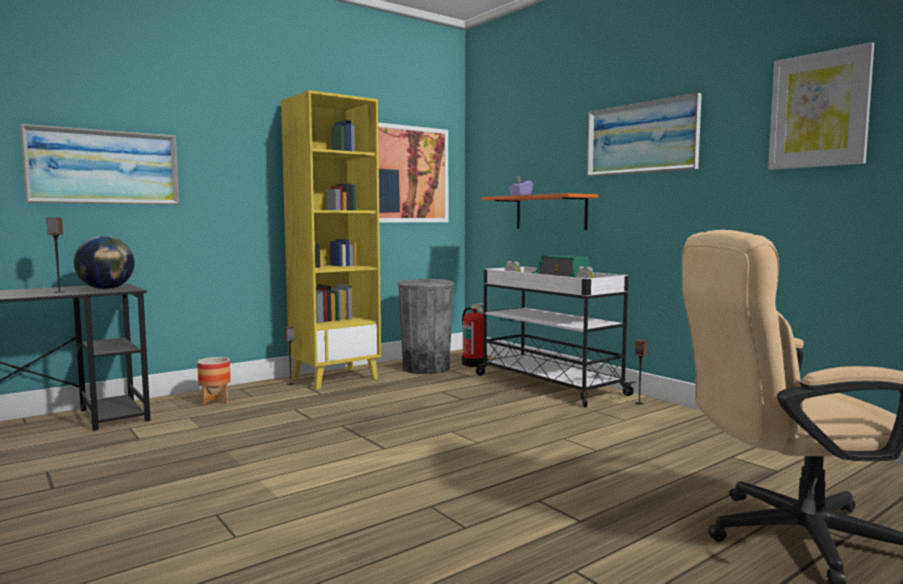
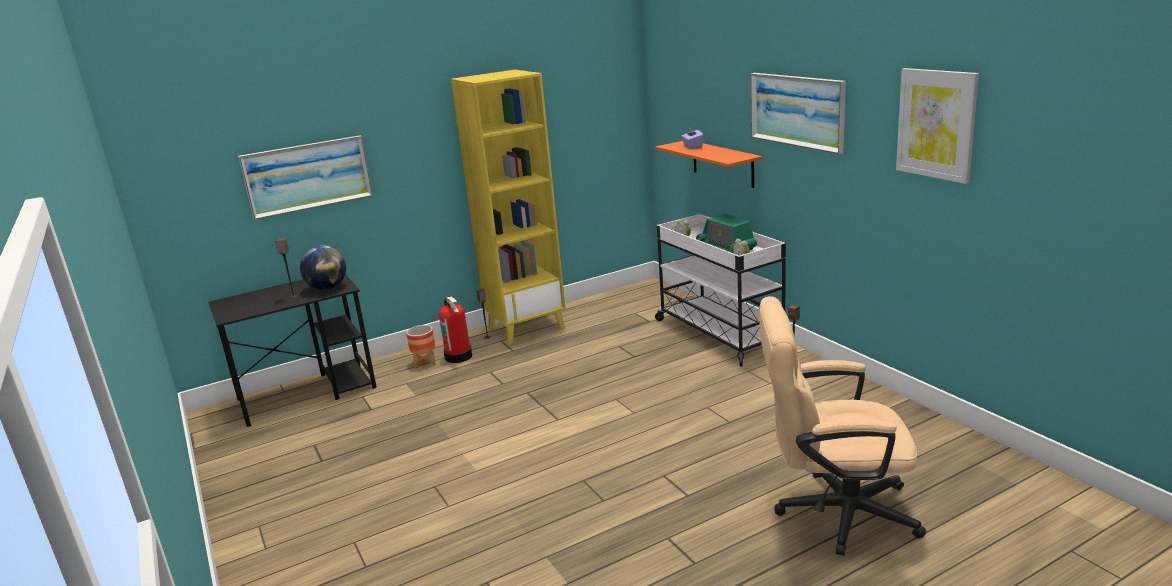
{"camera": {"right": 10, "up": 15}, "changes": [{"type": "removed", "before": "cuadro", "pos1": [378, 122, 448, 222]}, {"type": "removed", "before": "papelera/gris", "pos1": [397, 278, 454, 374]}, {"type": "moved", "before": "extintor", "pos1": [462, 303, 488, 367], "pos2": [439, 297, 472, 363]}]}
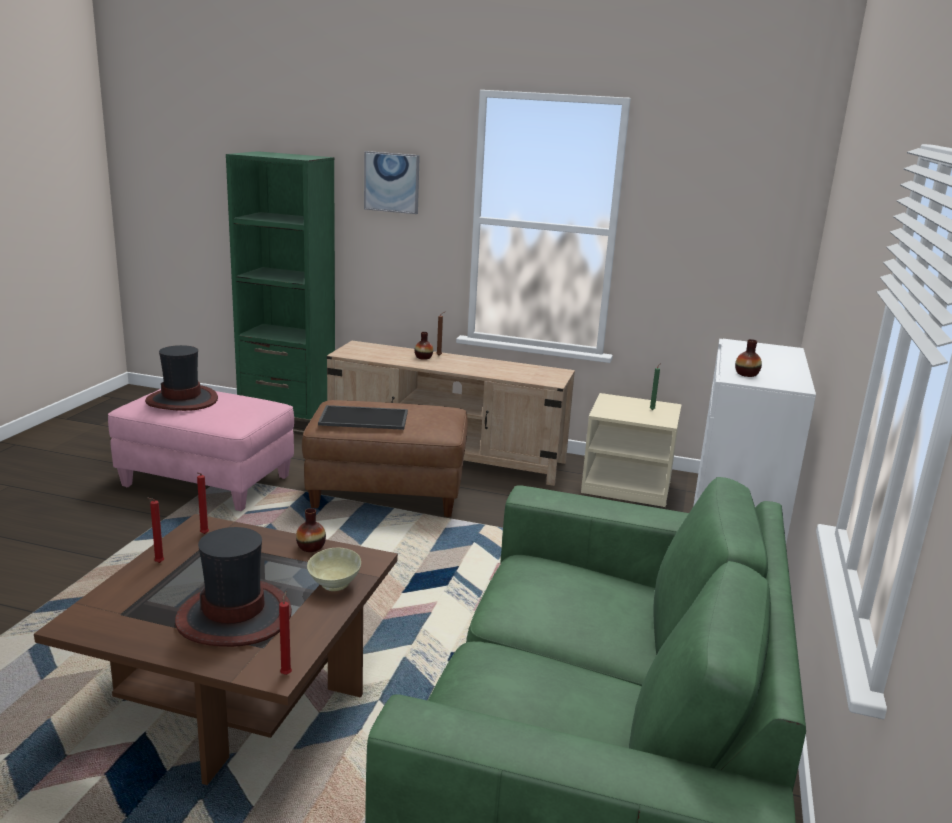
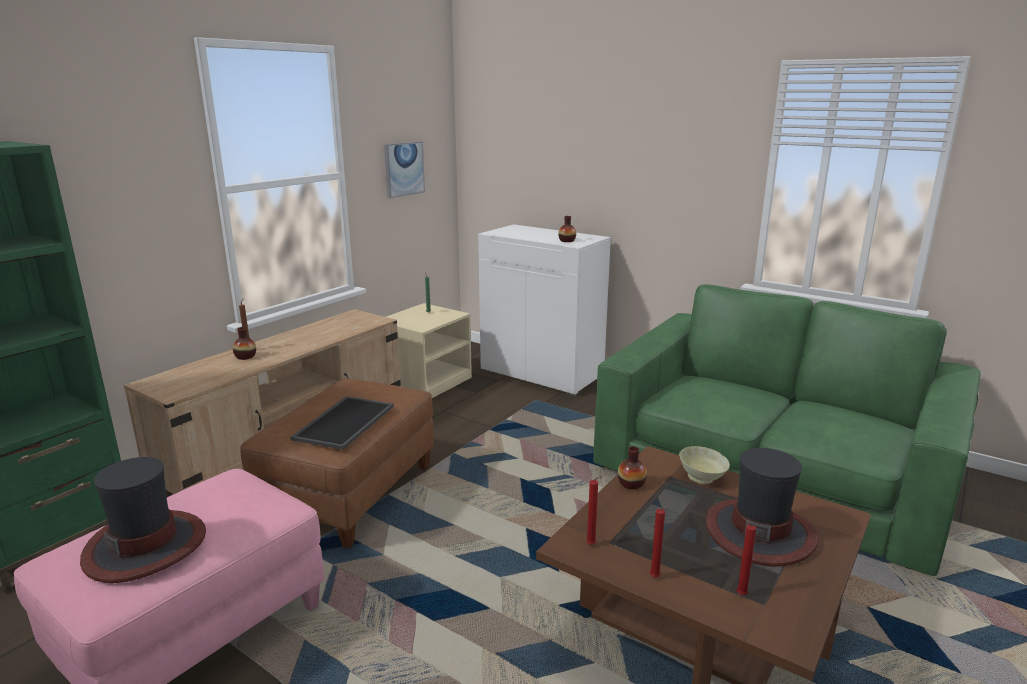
{"camera": {"right": -70, "up": 0}, "changes": [{"type": "moved", "before": "vela/rojo", "pos1": [279, 591, 292, 675], "pos2": [736, 517, 756, 595]}, {"type": "moved", "before": "cuadro", "pos1": [364, 151, 420, 214], "pos2": [384, 141, 425, 198]}]}
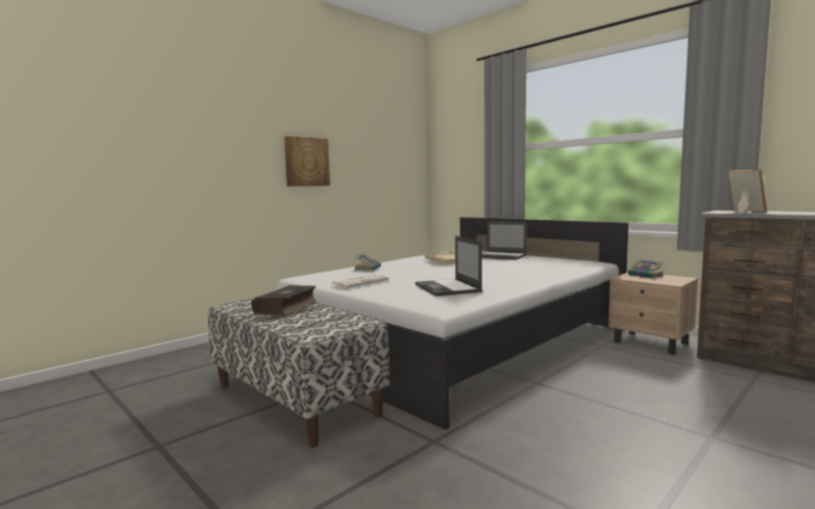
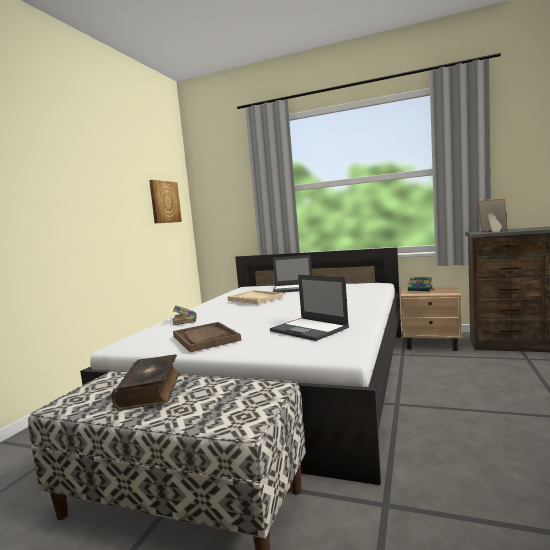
{"camera": {"right": -25, "up": 0}, "changes": [{"type": "moved", "before": "cuadro", "pos1": [284, 136, 330, 186], "pos2": [149, 180, 182, 223]}, {"type": "replaced", "before": "periódico", "after": "bandeja/marrón", "pos1": [331, 275, 389, 288], "pos2": [173, 322, 241, 352]}]}
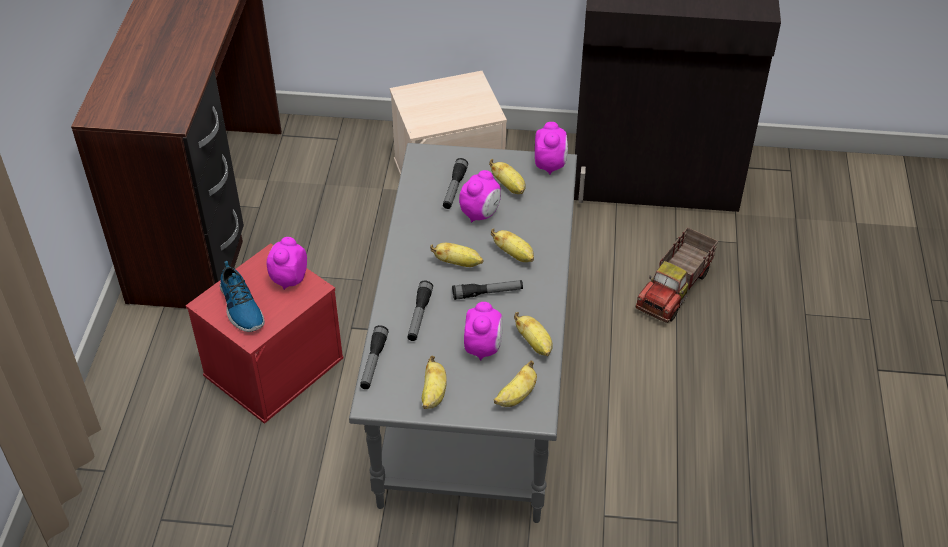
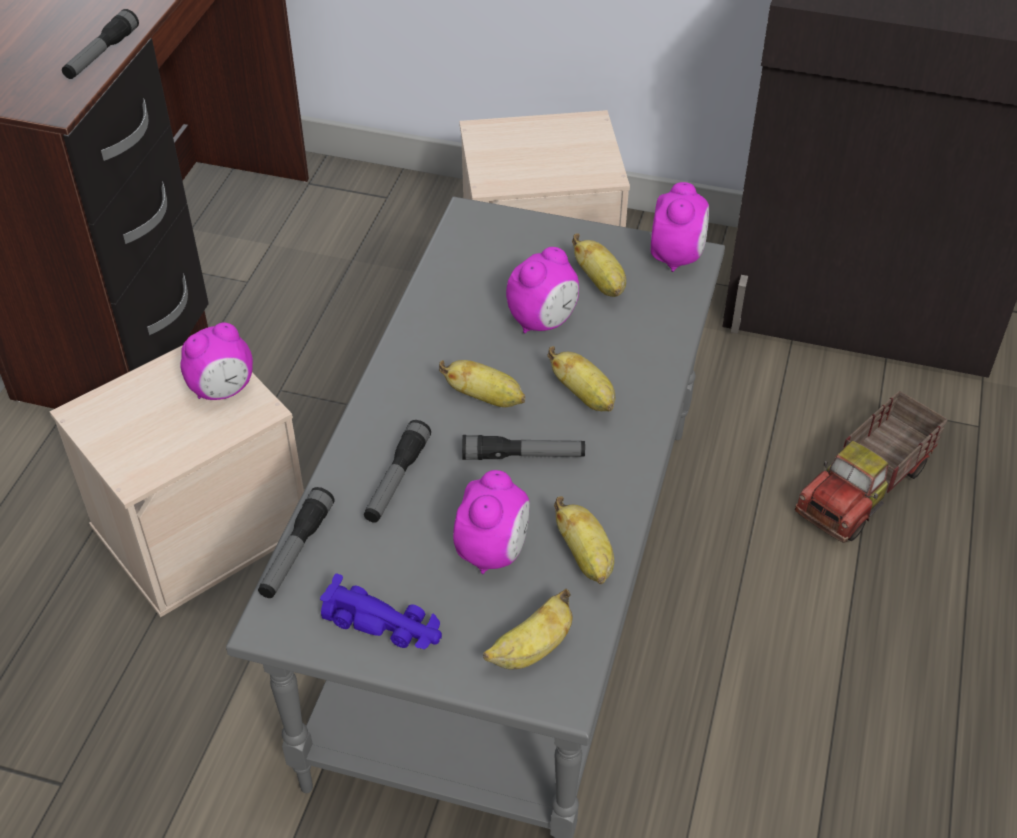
{"camera": {"right": 10, "up": 0}, "changes": [{"type": "recoloured", "before": "caja de almacenaje/rojo", "after": "caja de almacenaje/beis", "pos1": [186, 243, 344, 424], "pos2": [50, 345, 304, 617]}, {"type": "removed", "before": "zapato", "pos1": [220, 261, 265, 332]}, {"type": "turned", "before": "despertador", "pos1": [266, 237, 307, 290], "pos2": [180, 322, 253, 400], "turn": -150}, {"type": "replaced", "before": "plátano", "after": "coche de juguete/morado", "pos1": [422, 356, 447, 409], "pos2": [320, 574, 442, 649]}, {"type": "moved", "before": "linterna", "pos1": [443, 158, 468, 209], "pos2": [62, 9, 139, 79]}]}
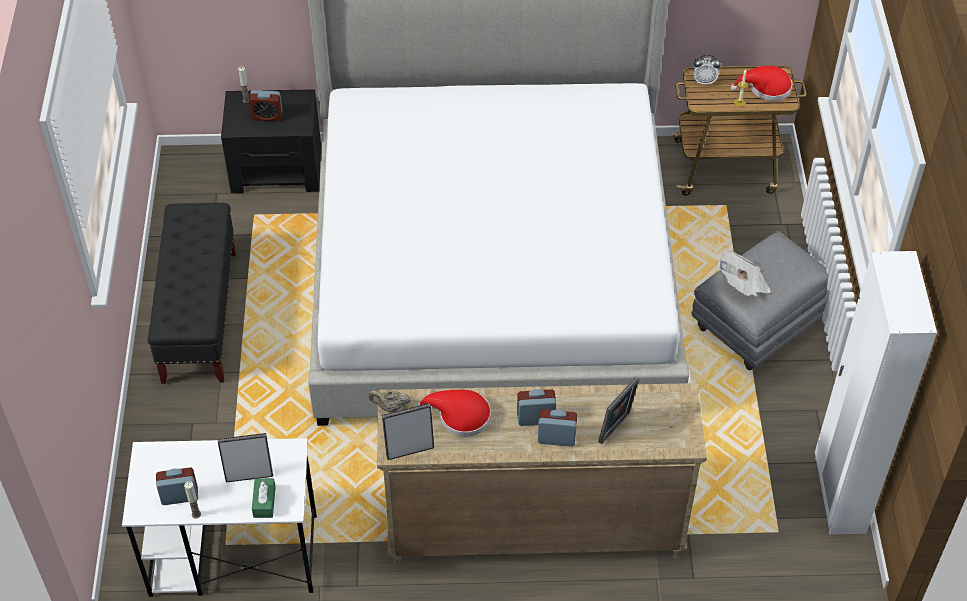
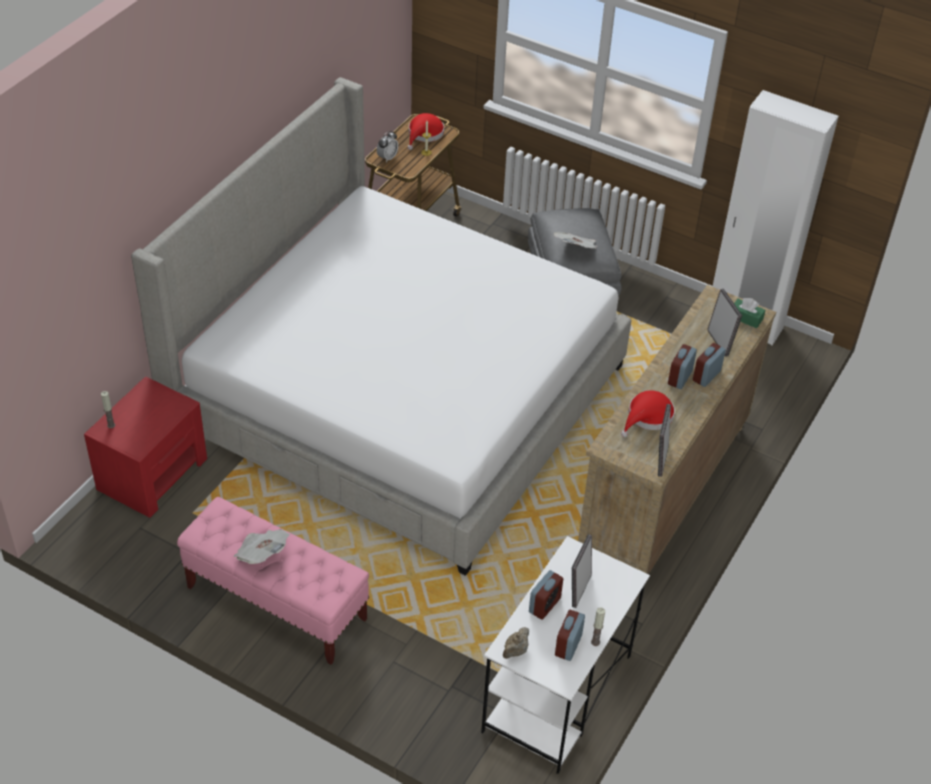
{"camera": {"right": -60, "up": -5}, "changes": [{"type": "recoloured", "before": "banco/negro", "after": "banco/rosa", "pos1": [147, 203, 236, 384], "pos2": [177, 497, 369, 665]}, {"type": "recoloured", "before": "mesita de noche/negro", "after": "mesita de noche/rojo", "pos1": [221, 89, 321, 193], "pos2": [84, 376, 207, 518]}, {"type": "moved", "before": "despertador", "pos1": [249, 90, 283, 121], "pos2": [529, 570, 564, 620]}, {"type": "moved", "before": "caja de pañuelos/verde", "pos1": [252, 478, 276, 518], "pos2": [734, 298, 765, 328]}, {"type": "moved", "before": "tetera/beis", "pos1": [368, 390, 411, 413], "pos2": [503, 627, 529, 659]}, {"type": "added", "after": "periódico", "pos2": [233, 529, 290, 564]}]}
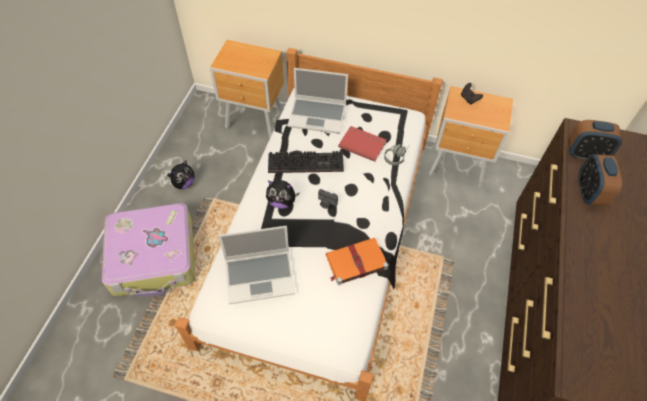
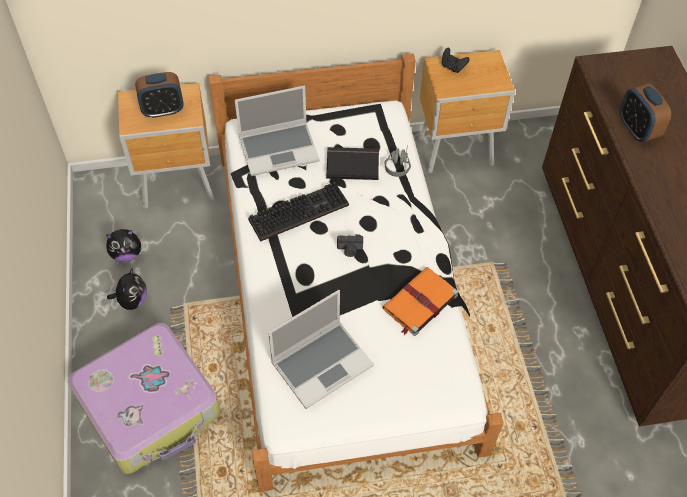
{"camera": {"right": -25, "up": 0}, "changes": [{"type": "moved", "before": "peluche", "pos1": [266, 180, 300, 209], "pos2": [106, 229, 143, 262]}, {"type": "recoloured", "before": "libro/rojo", "after": "libro/negro", "pos1": [338, 126, 387, 162], "pos2": [326, 147, 379, 180]}, {"type": "moved", "before": "despertador", "pos1": [569, 120, 622, 160], "pos2": [135, 72, 184, 118]}]}
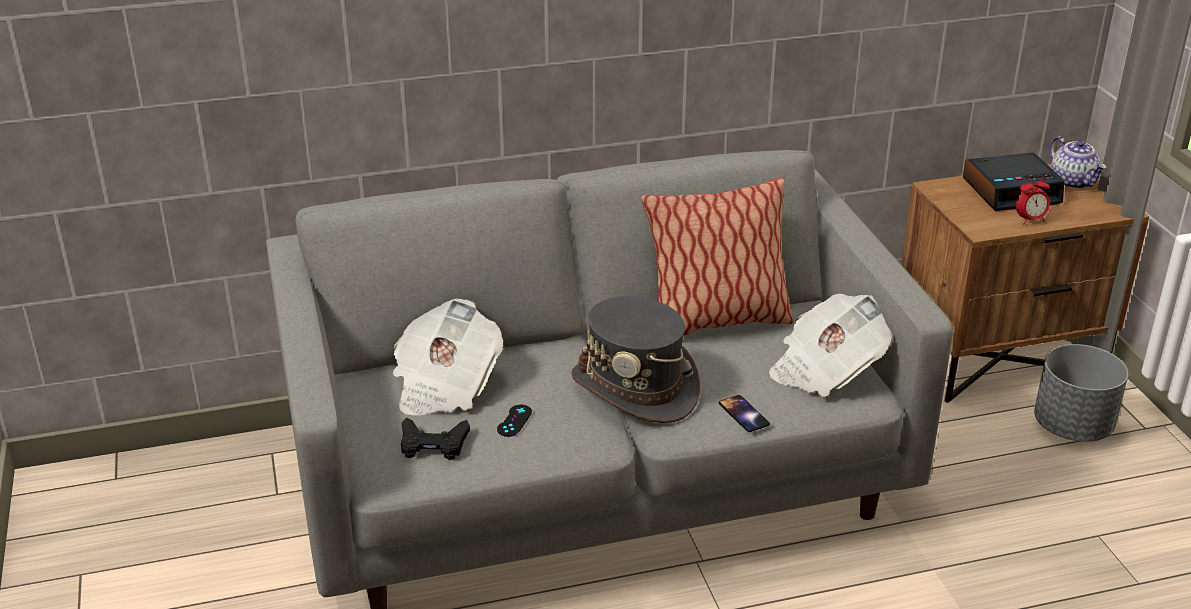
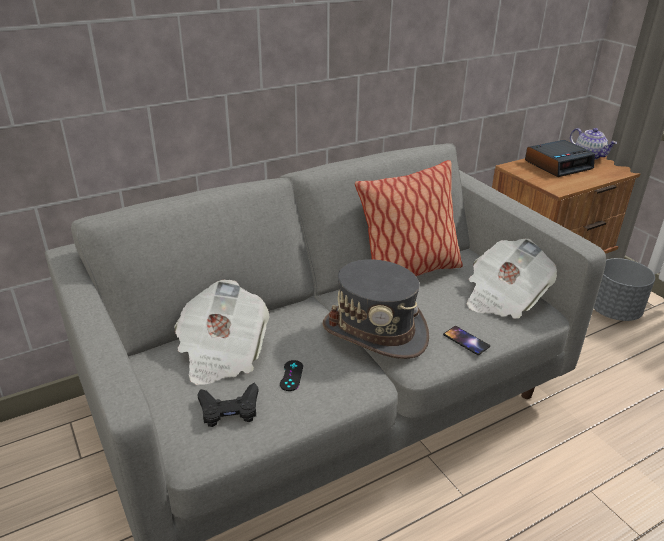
{"camera": {"right": -15, "up": 0}, "changes": [{"type": "removed", "before": "despertador", "pos1": [1016, 175, 1050, 224]}]}
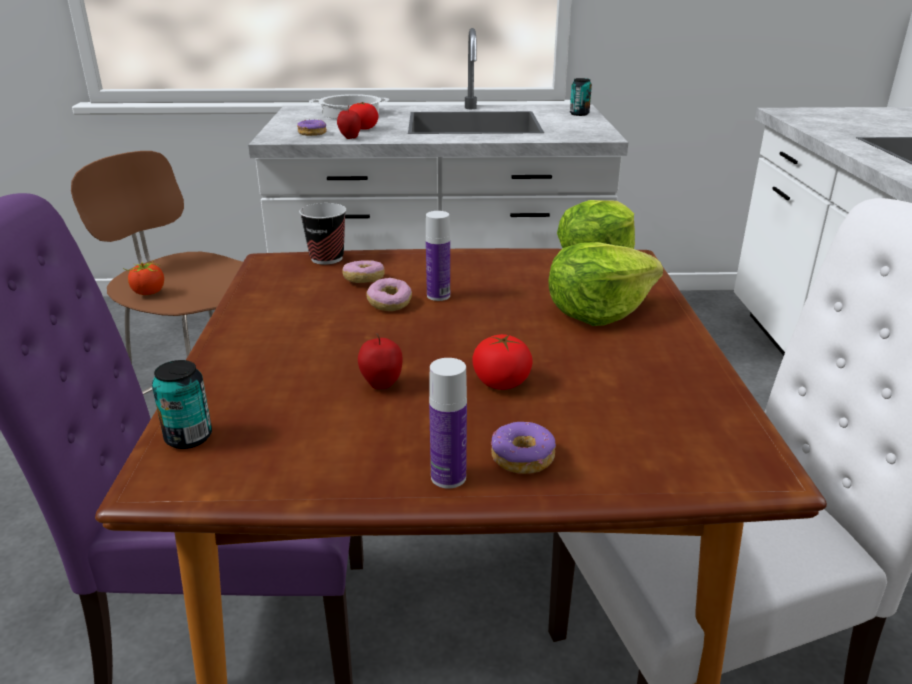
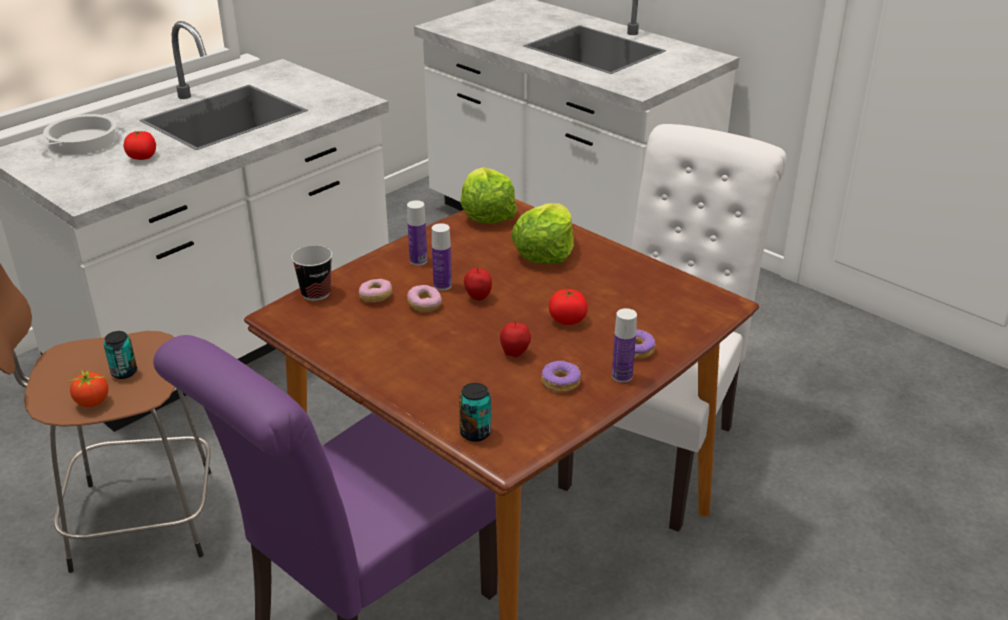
{"camera": {"right": -45, "up": 5}, "changes": [{"type": "moved", "before": "rosquilla", "pos1": [297, 119, 327, 136], "pos2": [541, 360, 581, 392]}, {"type": "moved", "before": "manzana", "pos1": [337, 106, 361, 139], "pos2": [464, 265, 492, 301]}, {"type": "moved", "before": "lata", "pos1": [570, 78, 592, 116], "pos2": [104, 331, 137, 379]}, {"type": "added", "after": "botella", "pos2": [407, 200, 427, 266]}]}
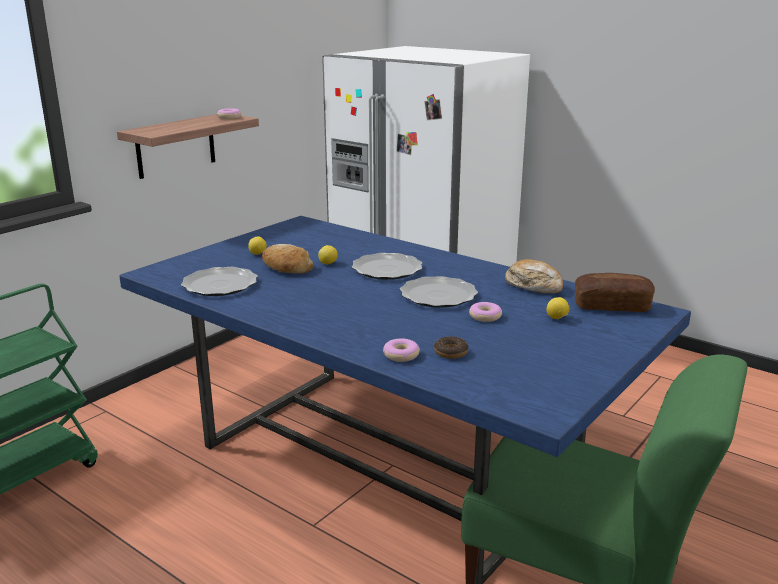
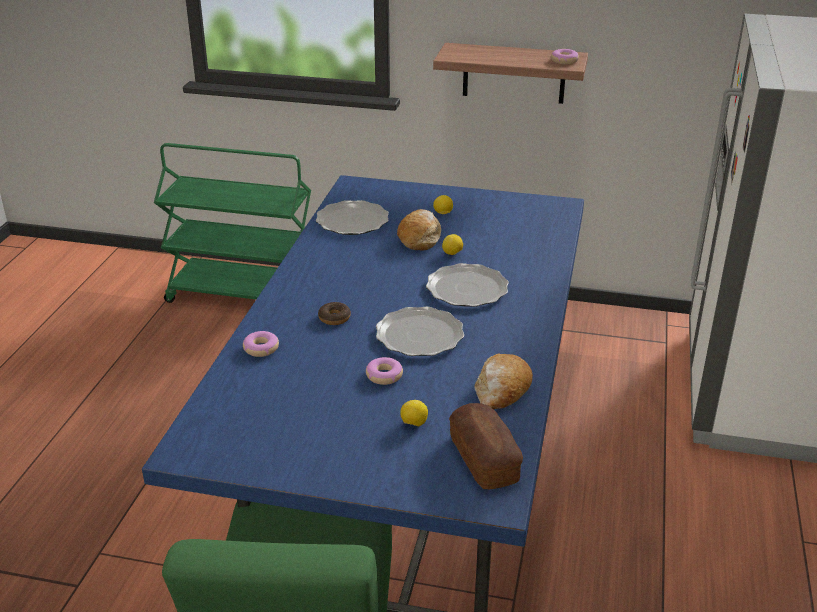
{"camera": {"right": 65, "up": 10}, "changes": [{"type": "moved", "before": "rosquilla", "pos1": [434, 337, 468, 359], "pos2": [318, 302, 351, 325]}]}
